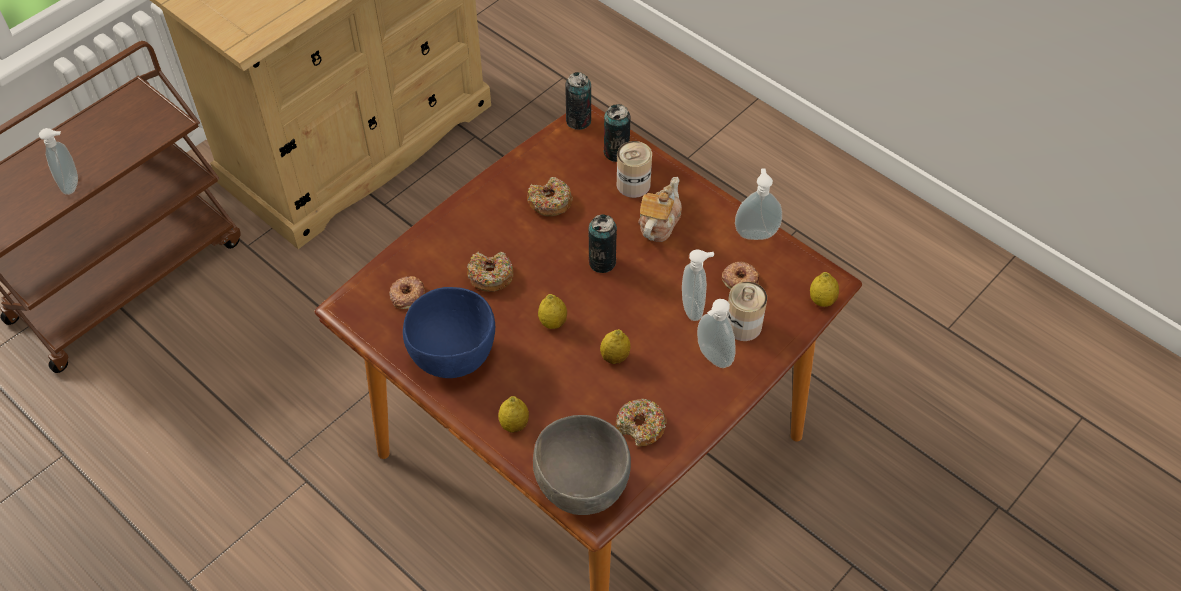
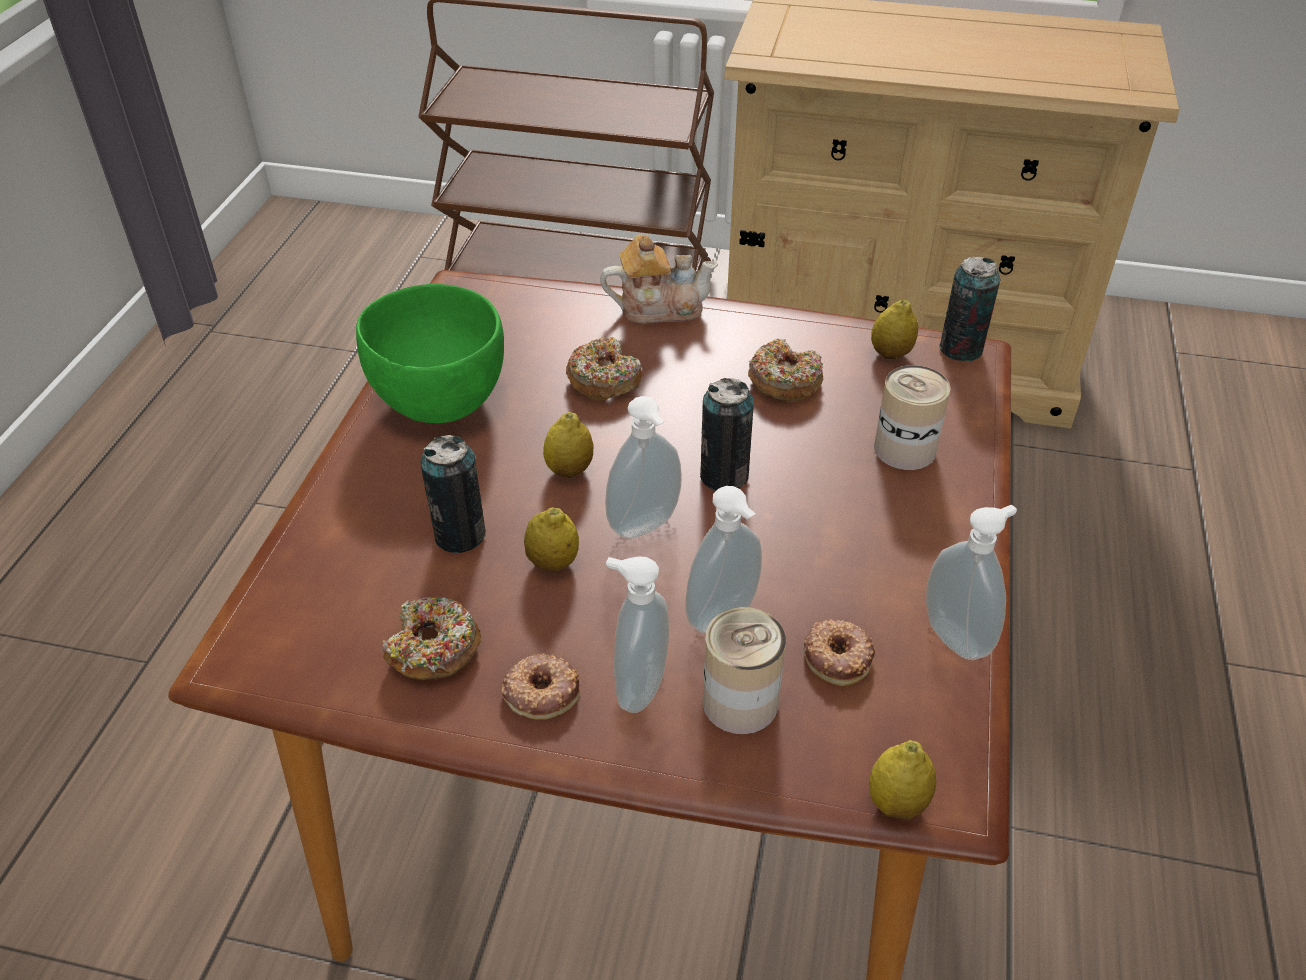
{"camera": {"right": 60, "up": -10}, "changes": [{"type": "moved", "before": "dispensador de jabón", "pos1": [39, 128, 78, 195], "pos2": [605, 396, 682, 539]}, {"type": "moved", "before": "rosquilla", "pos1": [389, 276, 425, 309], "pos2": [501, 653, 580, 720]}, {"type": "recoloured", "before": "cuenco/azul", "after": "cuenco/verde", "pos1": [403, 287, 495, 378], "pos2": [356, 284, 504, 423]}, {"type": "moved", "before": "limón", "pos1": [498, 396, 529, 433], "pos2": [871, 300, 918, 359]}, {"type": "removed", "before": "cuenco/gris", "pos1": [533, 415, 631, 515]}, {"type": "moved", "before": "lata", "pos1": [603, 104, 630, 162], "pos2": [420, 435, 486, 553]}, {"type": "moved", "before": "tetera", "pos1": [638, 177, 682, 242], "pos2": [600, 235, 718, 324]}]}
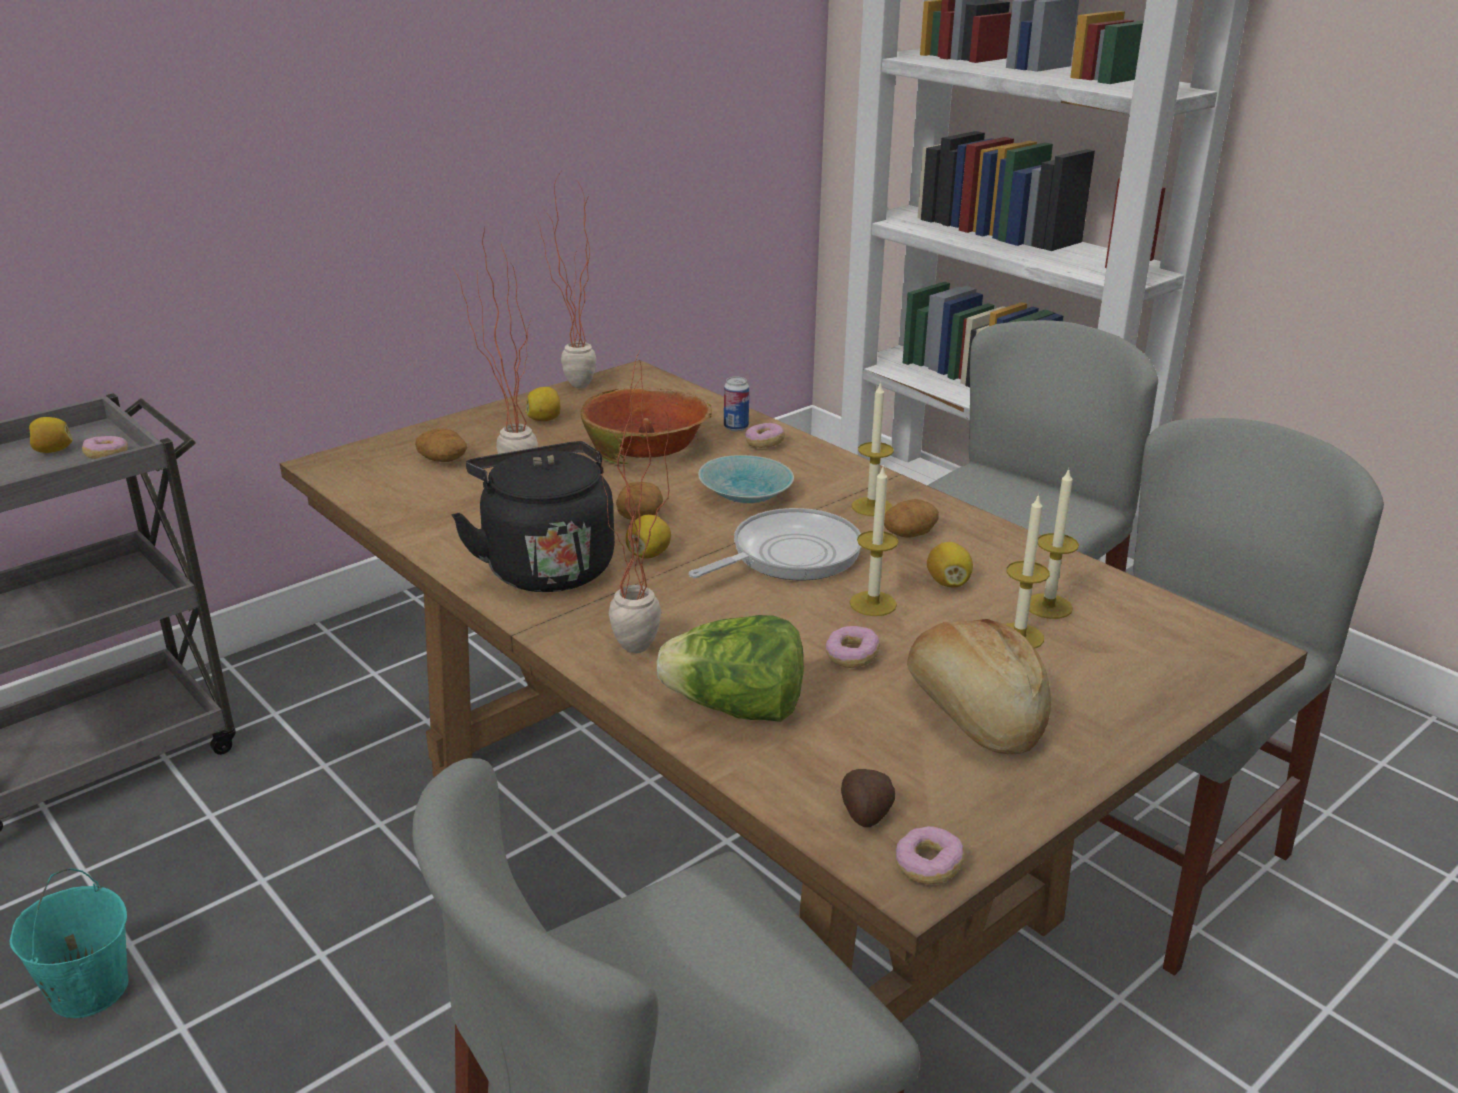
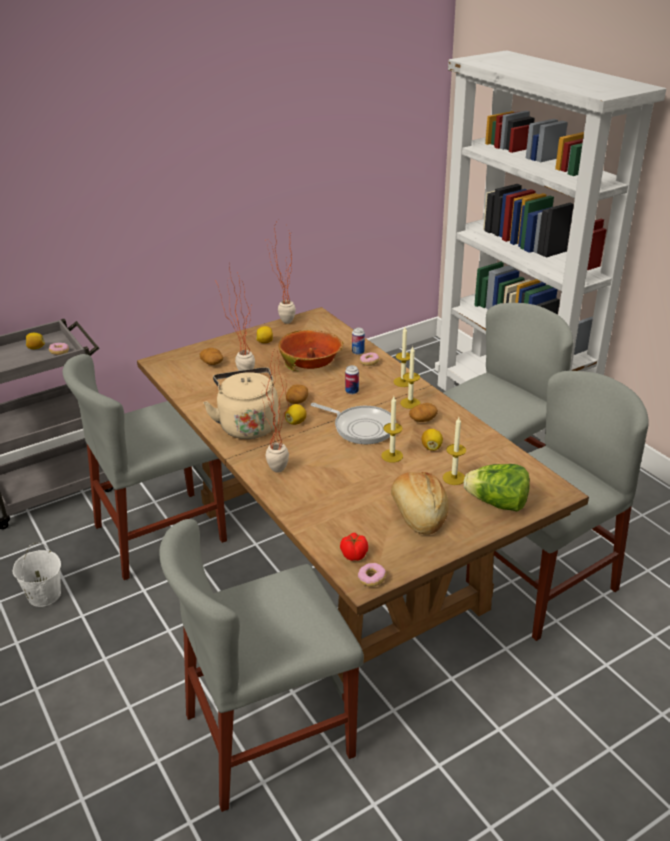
{"camera": {"right": 10, "up": 5}, "changes": [{"type": "recoloured", "before": "cubo/turquesa", "after": "cubo/blanco", "pos1": [10, 869, 128, 1018], "pos2": [12, 542, 61, 607]}, {"type": "recoloured", "before": "hervidor/negro", "after": "hervidor/beis", "pos1": [452, 441, 615, 592], "pos2": [203, 367, 279, 439]}, {"type": "moved", "before": "lechuga", "pos1": [656, 615, 804, 722], "pos2": [464, 464, 530, 512]}, {"type": "turned", "before": "sartén", "pos1": [689, 508, 861, 581], "pos2": [311, 403, 391, 444], "turn": 60}, {"type": "replaced", "before": "cuenco/turquesa", "after": "lata", "pos1": [698, 455, 794, 504], "pos2": [345, 365, 359, 394]}, {"type": "removed", "before": "rosquilla", "pos1": [825, 626, 880, 668]}, {"type": "replaced", "before": "patata", "after": "tomate", "pos1": [841, 769, 895, 827], "pos2": [340, 533, 368, 561]}, {"type": "moved", "before": "vela", "pos1": [1029, 468, 1079, 619], "pos2": [394, 327, 410, 387]}, {"type": "added", "after": "silla/gris", "pos2": [62, 354, 227, 580]}]}
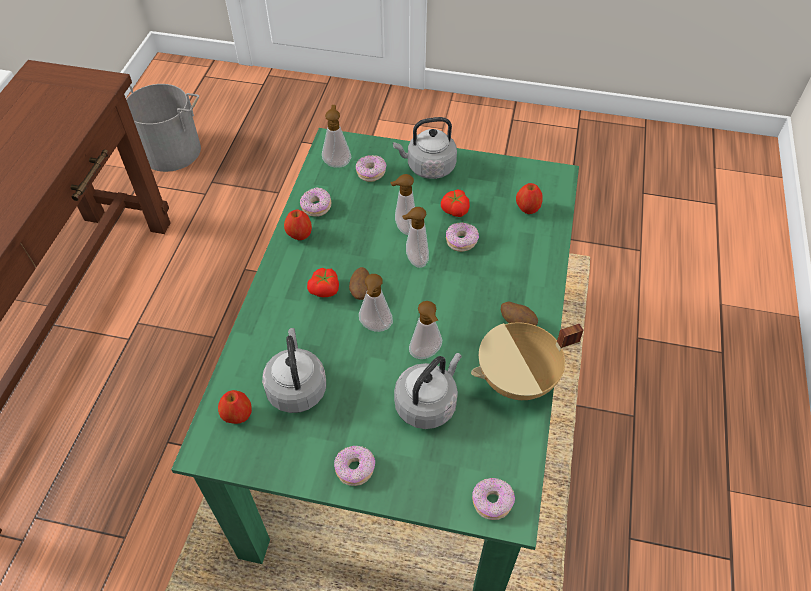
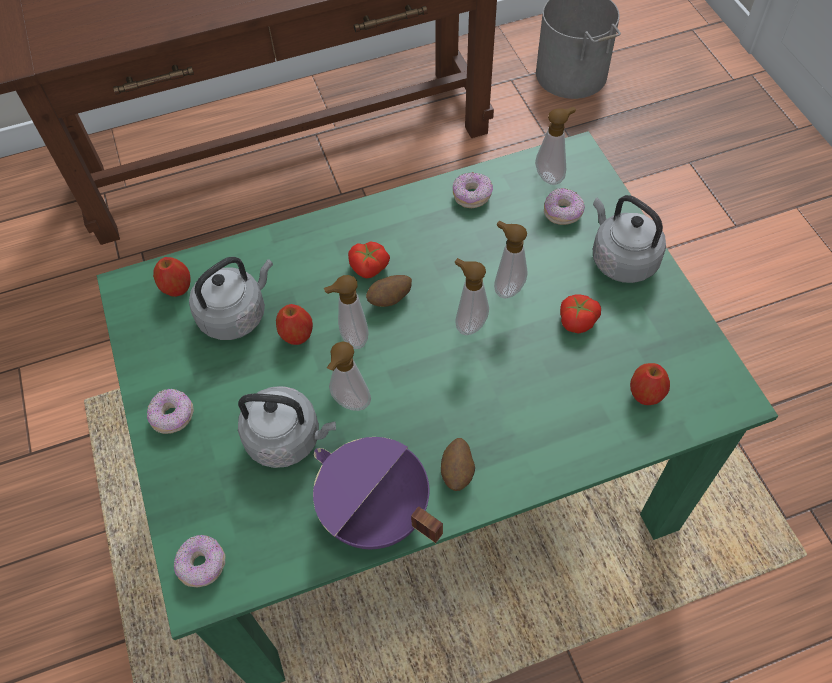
{"camera": {"right": 60, "up": 5}, "changes": [{"type": "moved", "before": "manzana", "pos1": [284, 209, 312, 240], "pos2": [276, 304, 313, 345]}, {"type": "removed", "before": "rosquilla", "pos1": [446, 222, 479, 252]}, {"type": "recoloured", "before": "olla/beis", "after": "olla/morado", "pos1": [471, 322, 583, 400], "pos2": [313, 437, 443, 549]}]}
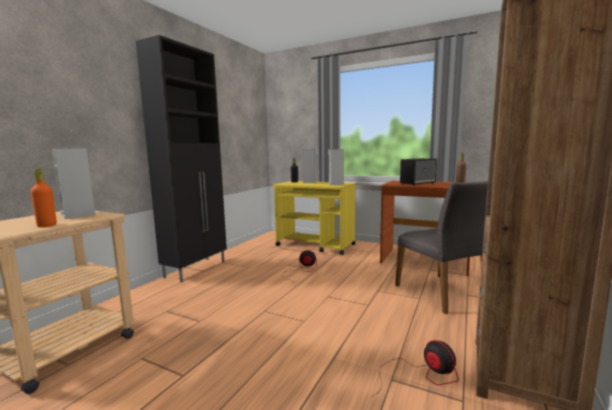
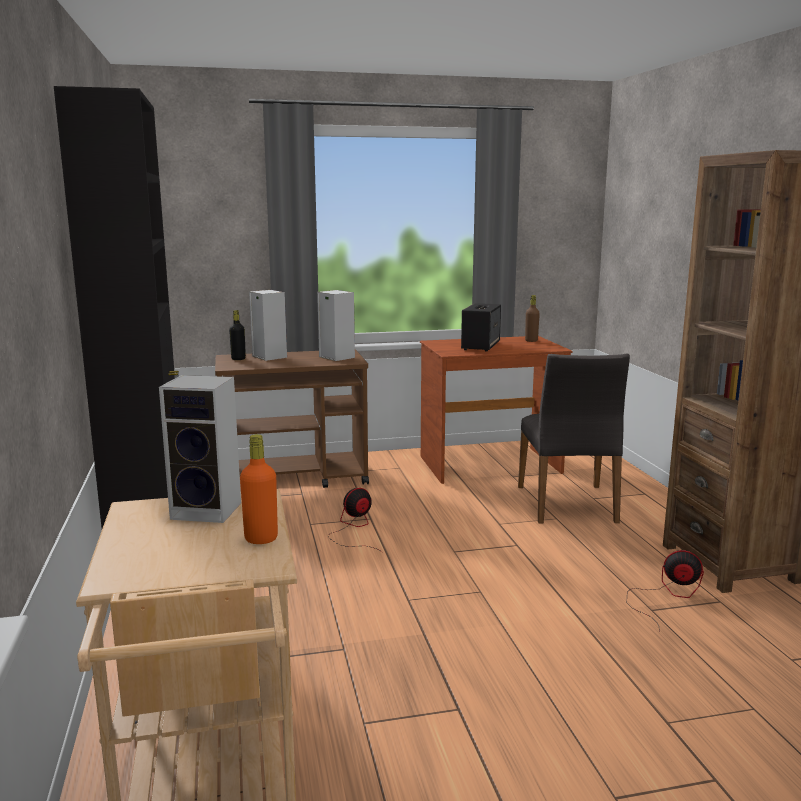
{"camera": {"right": -40, "up": 5}, "changes": [{"type": "recoloured", "before": "carrito/amarillo", "after": "carrito/marrón", "pos1": [273, 181, 356, 255], "pos2": [215, 349, 369, 488]}, {"type": "turned", "before": "silla/gris", "pos1": [395, 181, 488, 314], "pos2": [518, 354, 630, 524], "turn": 60}]}
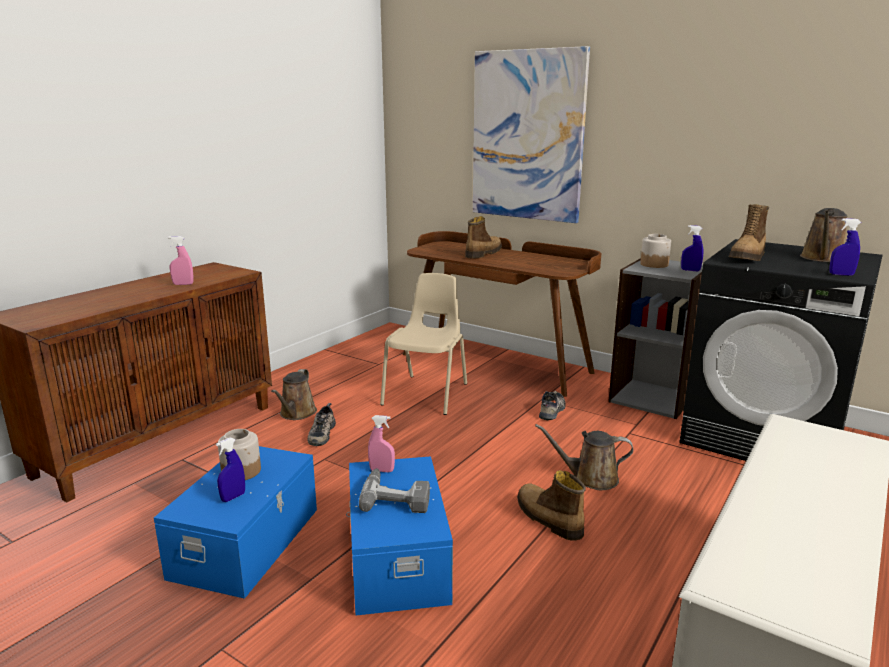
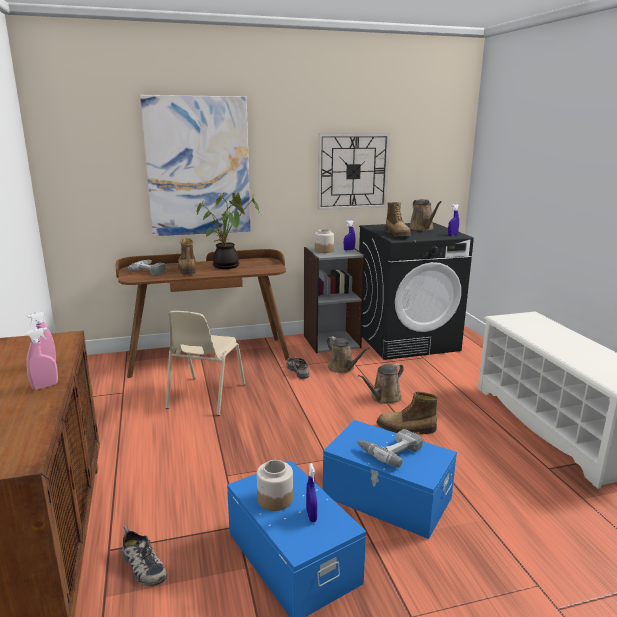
{"camera": {"right": -50, "up": 0}, "changes": [{"type": "moved", "before": "regadera/marrón", "pos1": [271, 369, 317, 420], "pos2": [326, 336, 370, 373]}, {"type": "moved", "before": "zapato", "pos1": [308, 403, 336, 446], "pos2": [122, 526, 167, 587]}, {"type": "moved", "before": "pulverizador/rosa", "pos1": [368, 415, 395, 472], "pos2": [26, 327, 58, 390]}, {"type": "turned", "before": "silla/beis", "pos1": [380, 273, 467, 415], "pos2": [166, 311, 245, 416], "turn": -135}, {"type": "added", "after": "taladro", "pos2": [128, 260, 166, 275]}, {"type": "added", "after": "planta en maceta", "pos2": [197, 192, 259, 269]}, {"type": "added", "after": "reloj de pared", "pos2": [318, 133, 390, 210]}]}
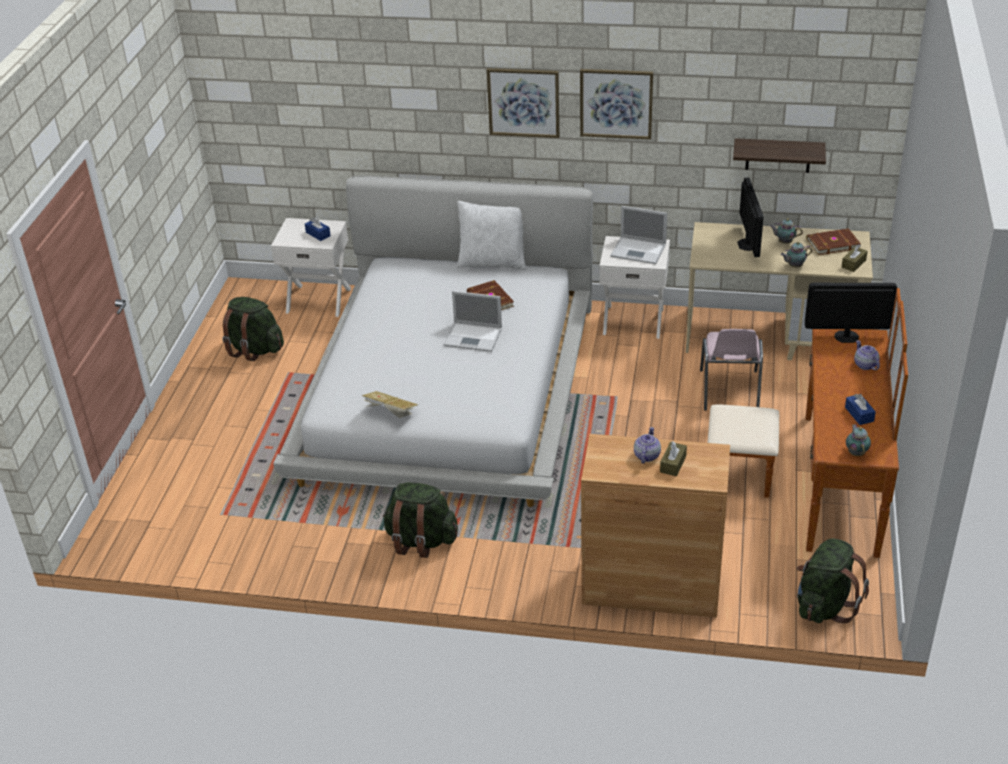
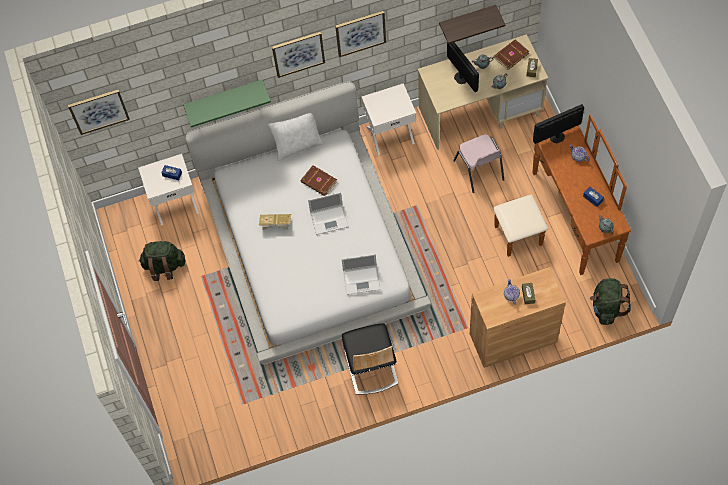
{"camera": {"right": -25, "up": 25}, "changes": [{"type": "moved", "before": "libro", "pos1": [362, 391, 418, 418], "pos2": [259, 214, 291, 230]}, {"type": "replaced", "before": "mochila/verde", "after": "silla", "pos1": [383, 483, 458, 558], "pos2": [342, 323, 399, 395]}, {"type": "moved", "before": "portátil", "pos1": [610, 206, 667, 264], "pos2": [341, 254, 381, 295]}, {"type": "added", "after": "cuadro", "pos2": [68, 89, 130, 135]}, {"type": "added", "after": "estante/verde", "pos2": [183, 79, 271, 127]}]}
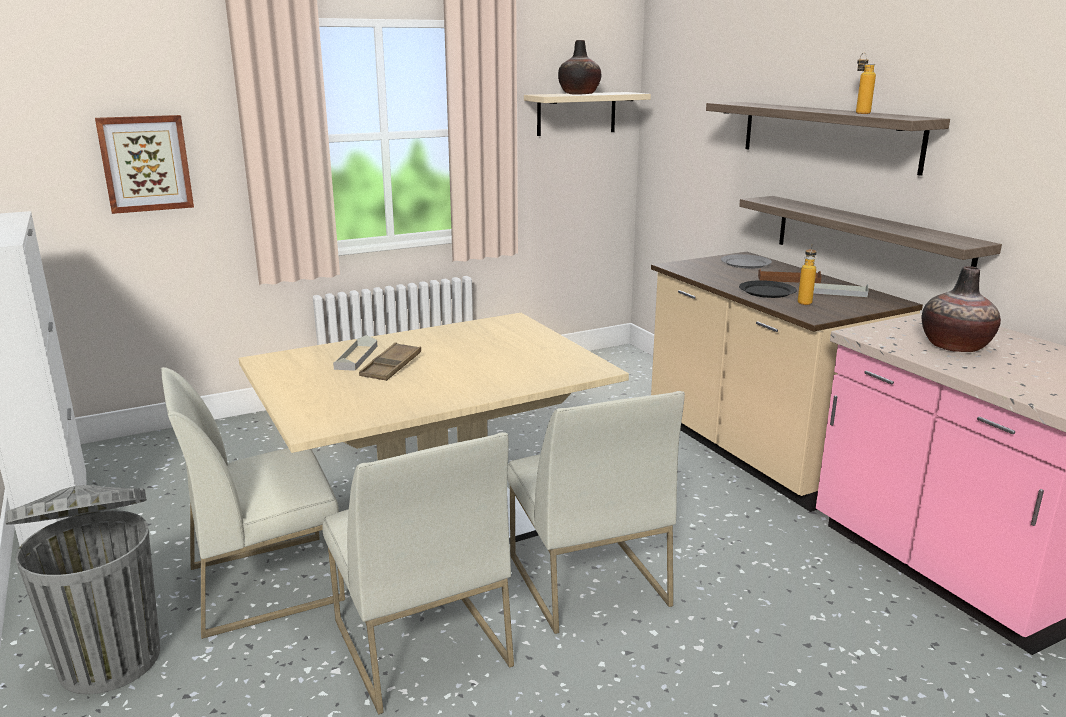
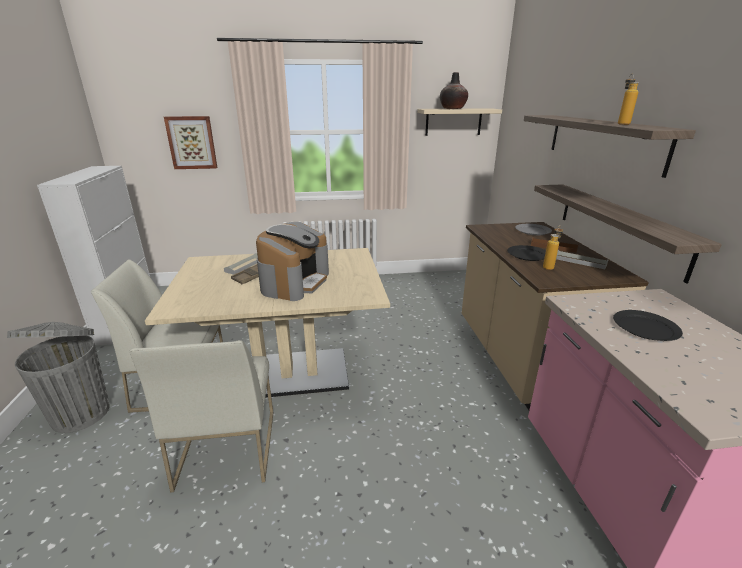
{"camera": {"right": 20, "up": 5}, "changes": [{"type": "removed", "before": "silla/blanco", "pos1": [507, 391, 685, 634]}, {"type": "replaced", "before": "florero", "after": "plato/negro", "pos1": [922, 266, 1001, 352], "pos2": [613, 310, 683, 341]}, {"type": "added", "after": "cafetera", "pos2": [256, 222, 329, 301]}]}
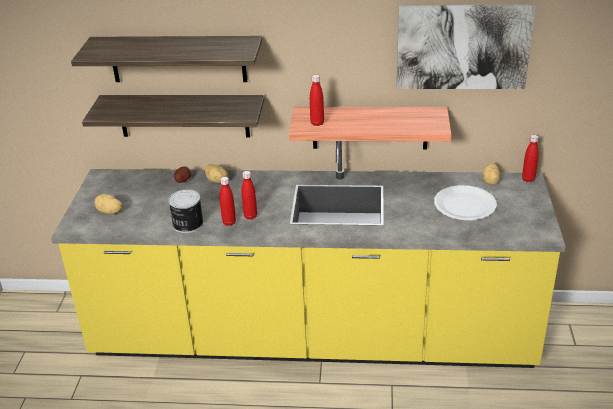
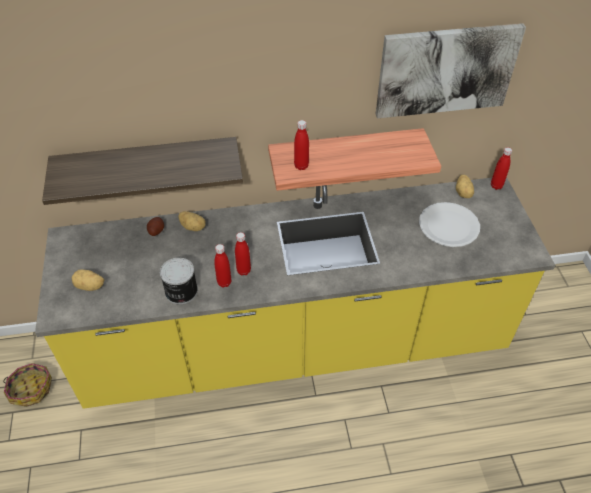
{"camera": {"right": -15, "up": 15}, "changes": [{"type": "removed", "before": "estante", "pos1": [71, 36, 262, 82]}, {"type": "added", "after": "cesta", "pos2": [3, 363, 52, 407]}]}
